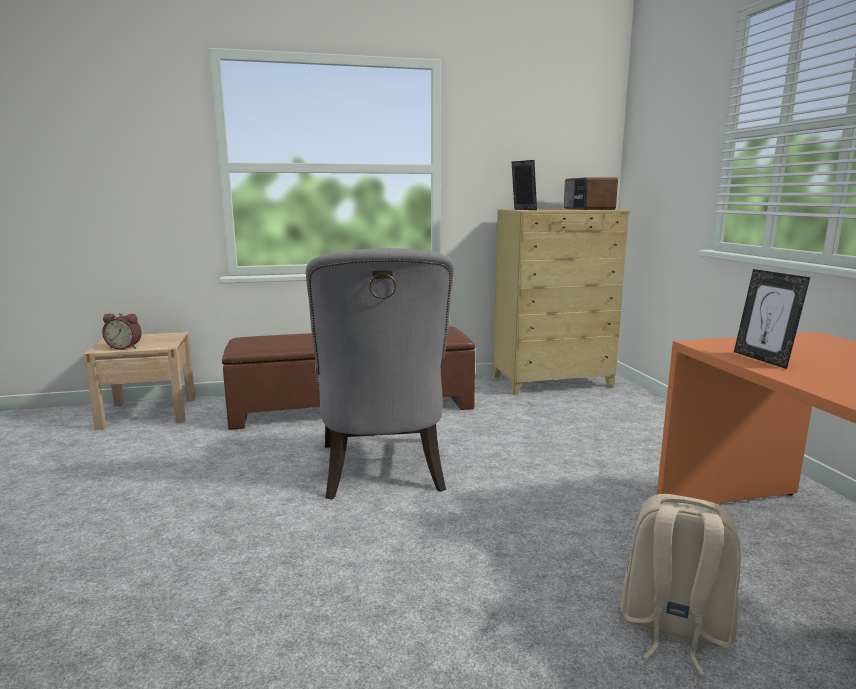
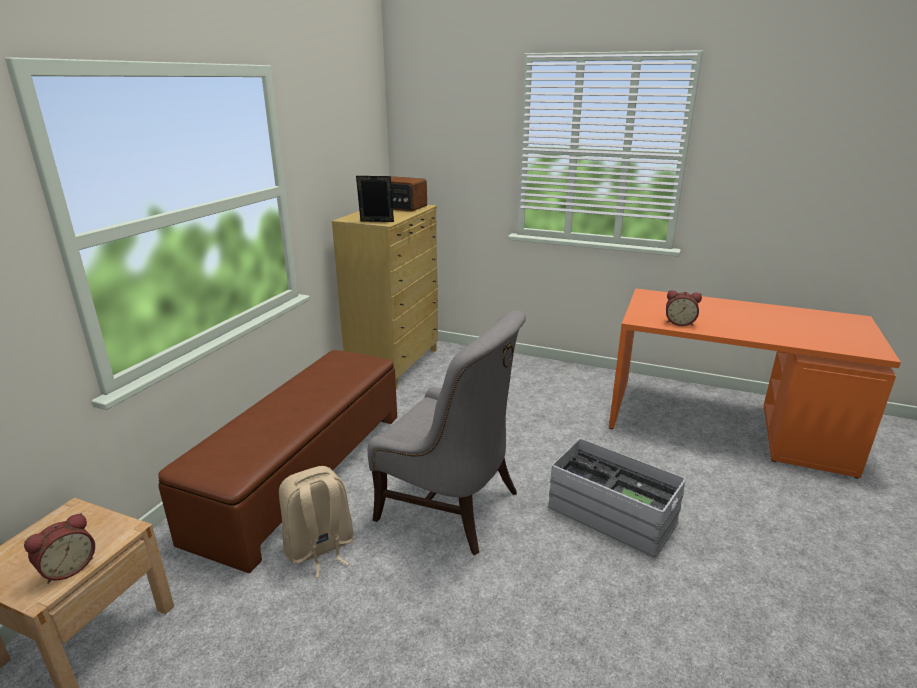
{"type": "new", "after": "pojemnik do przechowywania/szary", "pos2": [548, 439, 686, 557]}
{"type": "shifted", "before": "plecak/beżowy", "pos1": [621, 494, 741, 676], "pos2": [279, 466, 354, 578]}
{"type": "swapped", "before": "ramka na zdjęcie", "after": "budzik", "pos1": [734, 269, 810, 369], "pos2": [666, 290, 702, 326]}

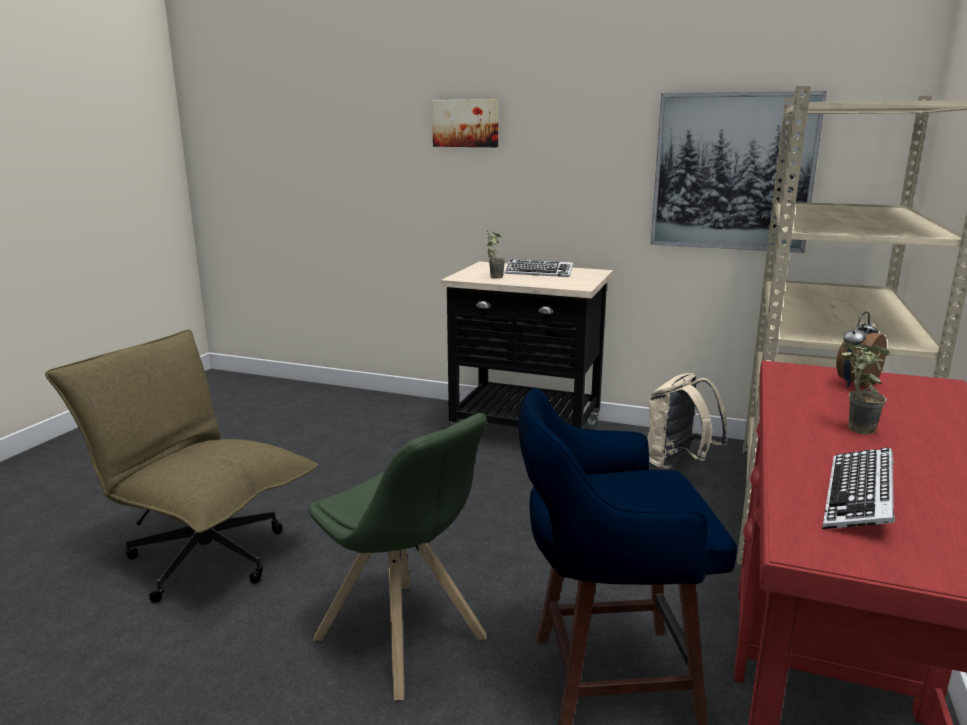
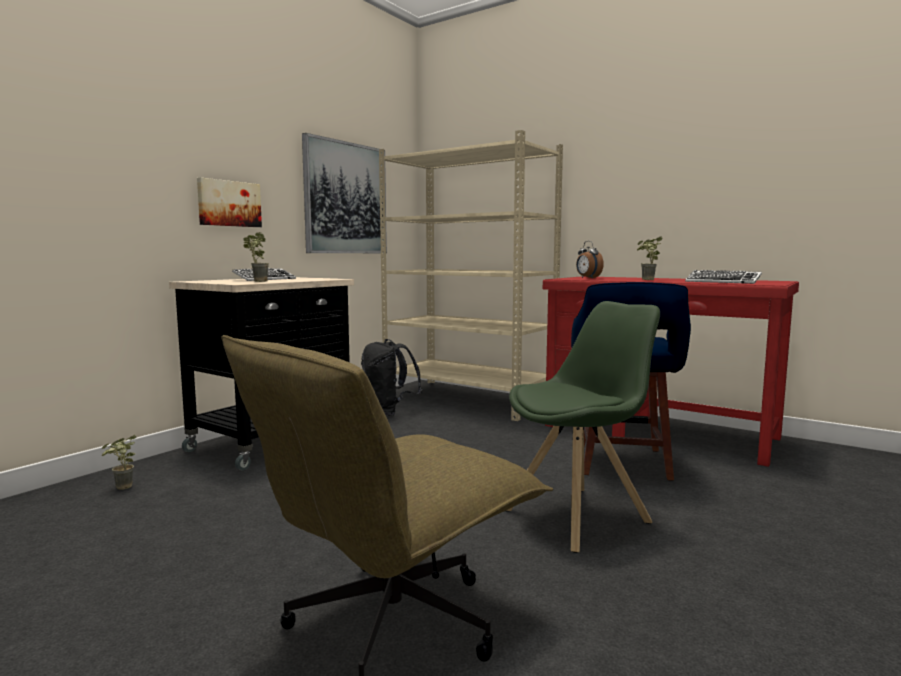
{"type": "new", "after": "roślina doniczkowa", "pos2": [101, 435, 136, 490]}
{"type": "shifted", "before": "obraz", "pos1": [432, 99, 499, 147], "pos2": [197, 177, 262, 227]}
{"type": "repainted", "before": "plecak/beżowy", "after": "plecak/czarny", "pos1": [648, 373, 728, 470], "pos2": [361, 339, 422, 416]}

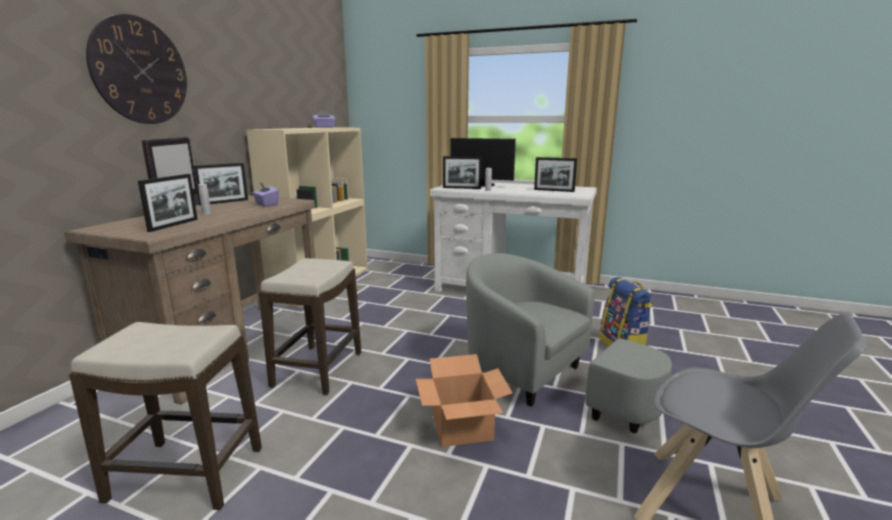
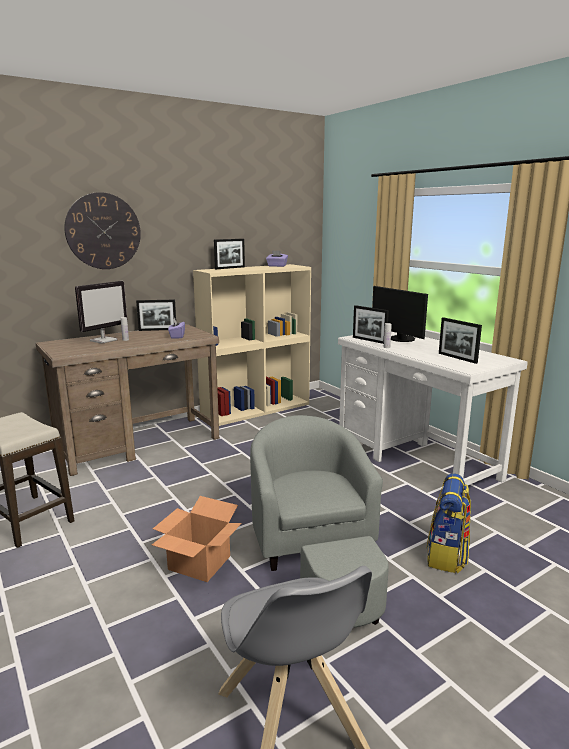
{"type": "gone", "before": "stołek", "pos1": [259, 258, 361, 395]}
{"type": "shifted", "before": "ramka na zdjęcie", "pos1": [138, 174, 198, 232], "pos2": [214, 239, 245, 269]}

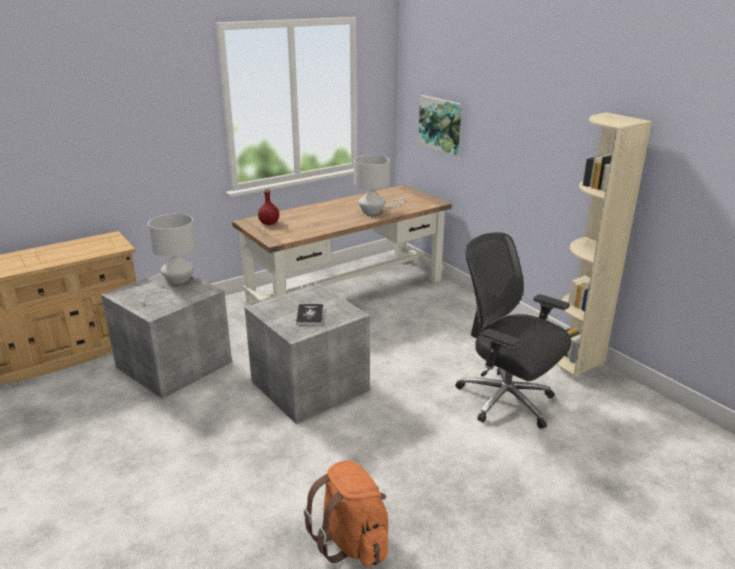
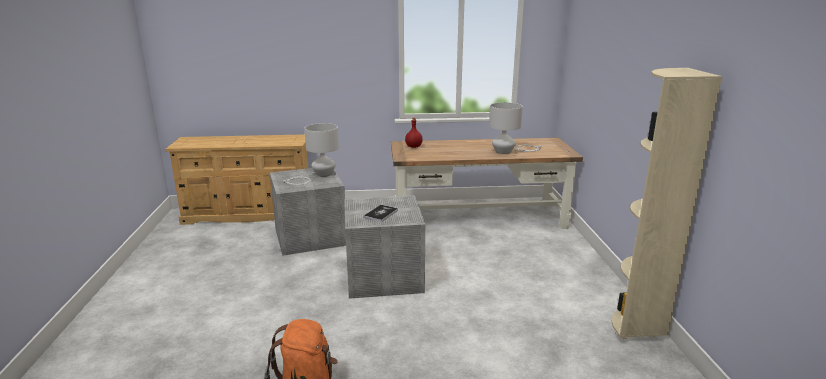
{"type": "gone", "before": "obraz", "pos1": [418, 95, 462, 156]}
{"type": "gone", "before": "krzesło biurowe", "pos1": [455, 232, 571, 429]}

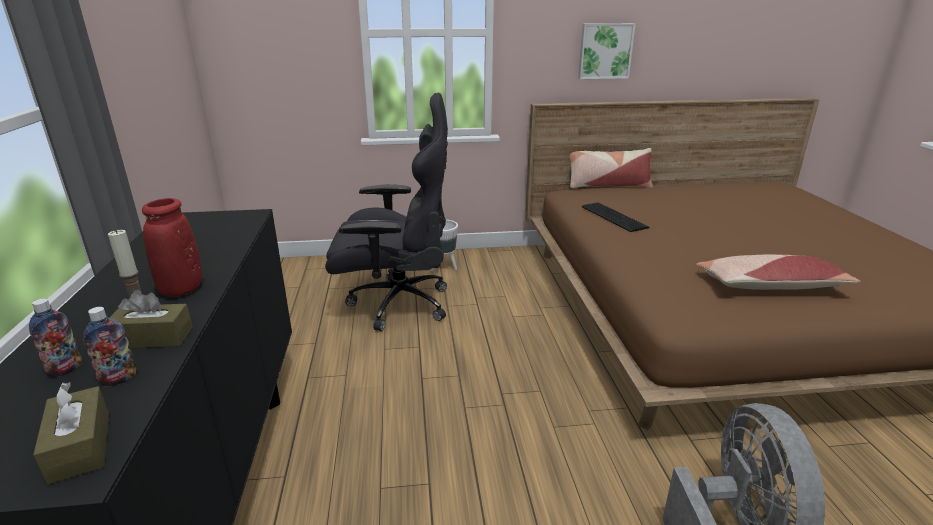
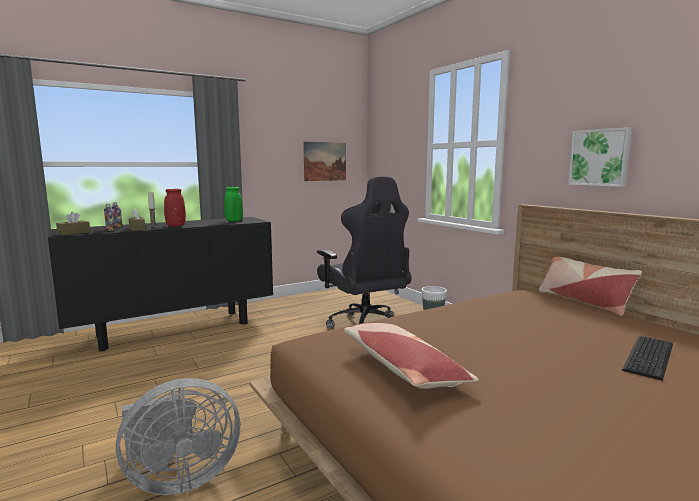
{"type": "new", "after": "wazon/zielony", "pos2": [224, 187, 243, 222]}
{"type": "new", "after": "obraz", "pos2": [303, 141, 346, 181]}
{"type": "shifted", "before": "klawiatura", "pos1": [582, 202, 650, 232], "pos2": [622, 336, 673, 381]}

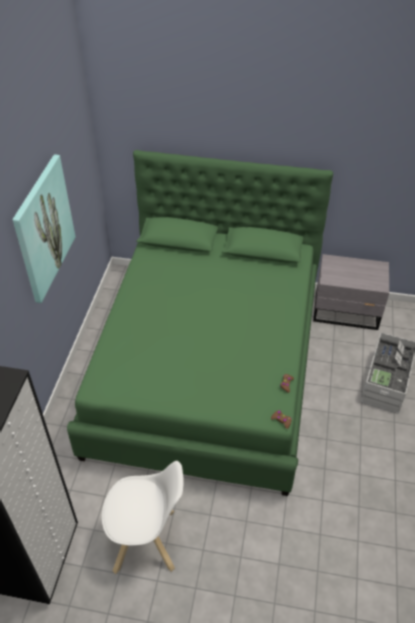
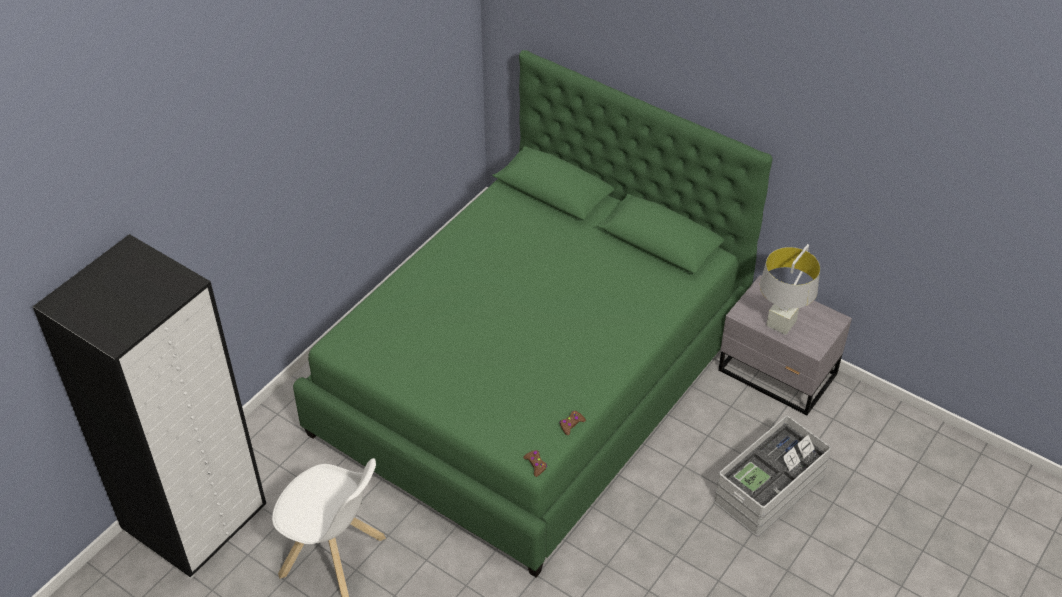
{"type": "gone", "before": "obraz", "pos1": [12, 154, 76, 303]}
{"type": "new", "after": "lampa stołowa/szary", "pos2": [760, 244, 820, 335]}

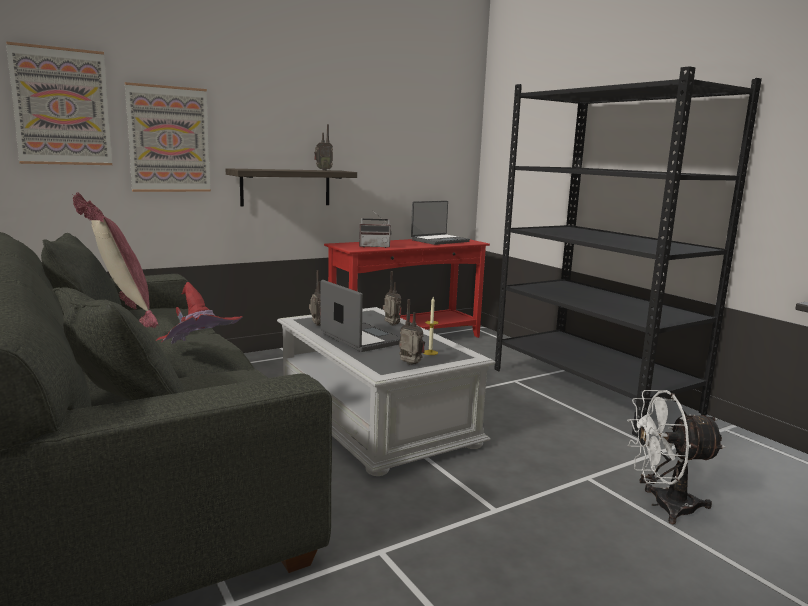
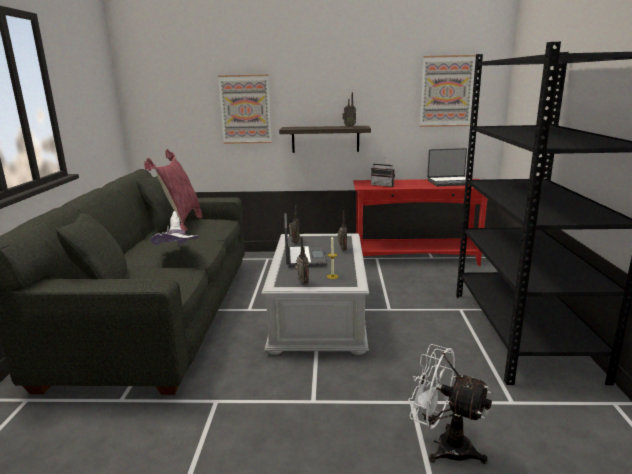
{"type": "shifted", "before": "obraz", "pos1": [6, 41, 112, 165], "pos2": [420, 55, 476, 127]}
{"type": "repainted", "before": "kapelusz/czerwony", "after": "kapelusz/biały", "pos1": [156, 282, 243, 344], "pos2": [150, 211, 198, 245]}

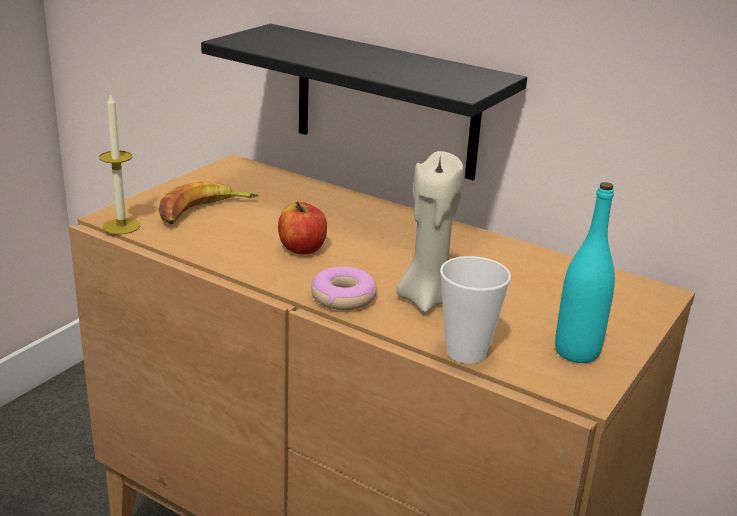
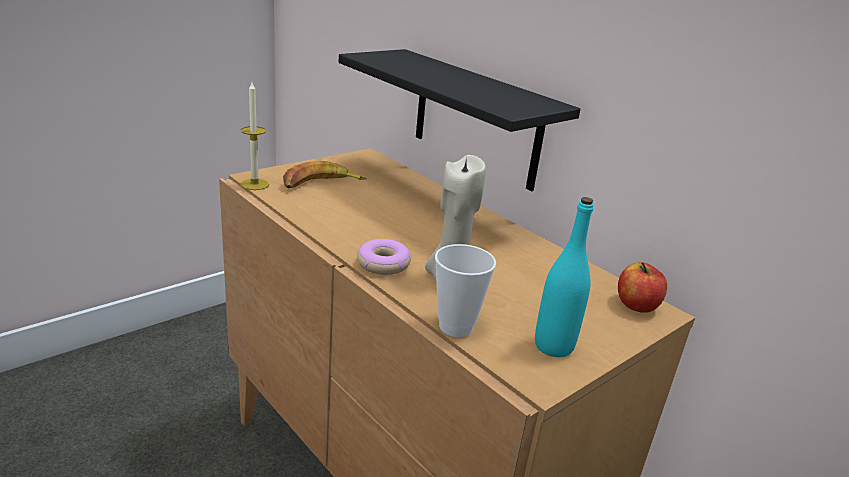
{"type": "shifted", "before": "jabłko", "pos1": [278, 201, 327, 254], "pos2": [618, 262, 667, 313]}

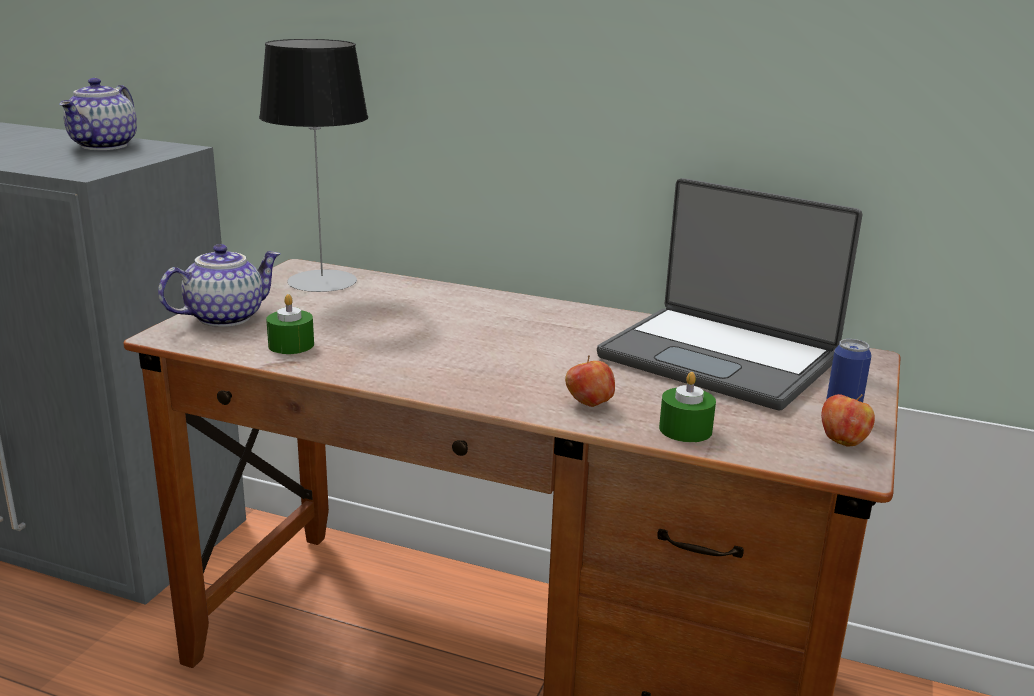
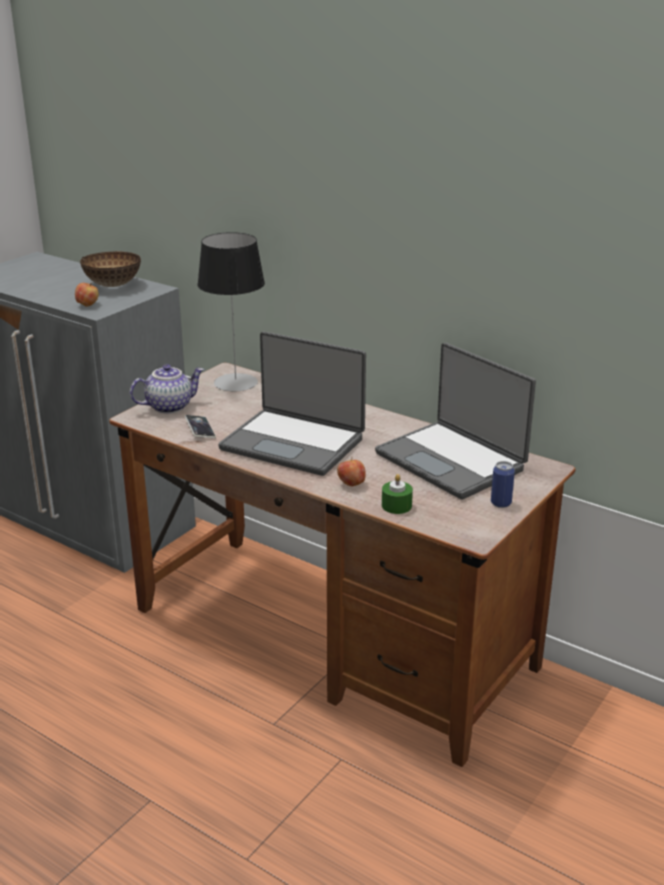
{"type": "new", "after": "laptop", "pos2": [218, 331, 366, 476]}
{"type": "shifted", "before": "jabłko", "pos1": [821, 394, 875, 446], "pos2": [75, 283, 99, 307]}
{"type": "swapped", "before": "imbryk", "after": "miska", "pos1": [59, 78, 137, 150], "pos2": [80, 251, 141, 287]}
{"type": "swapped", "before": "świeca/zielony", "after": "telefon", "pos1": [266, 294, 314, 354], "pos2": [185, 415, 216, 438]}

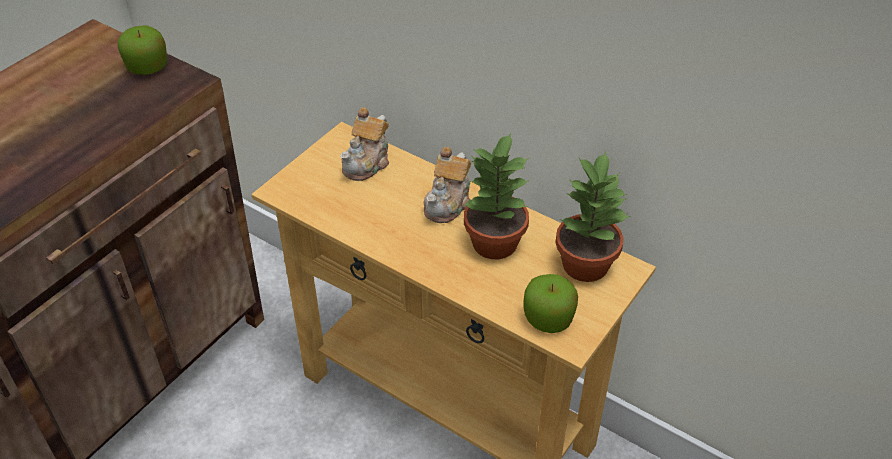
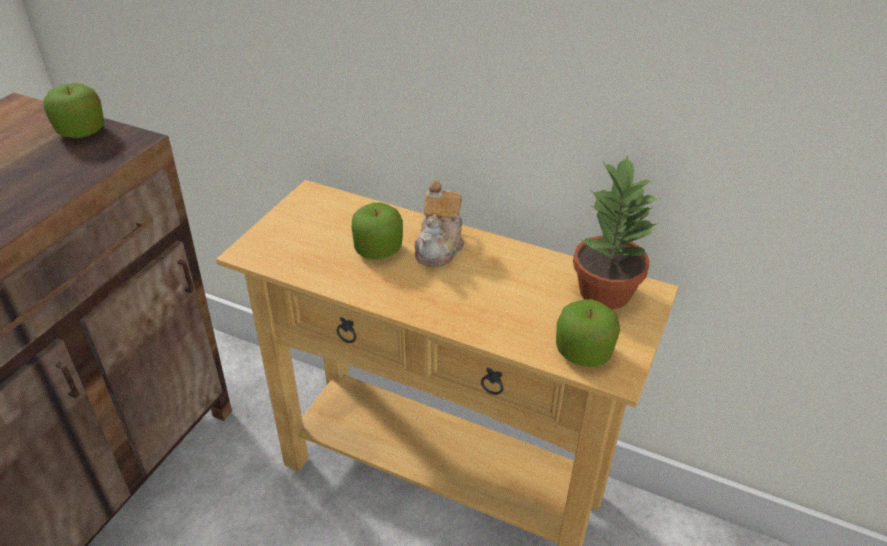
{"type": "gone", "before": "imbryk", "pos1": [340, 107, 389, 181]}
{"type": "gone", "before": "roślina doniczkowa", "pos1": [462, 133, 529, 259]}
{"type": "new", "after": "jabłko", "pos2": [352, 203, 403, 260]}

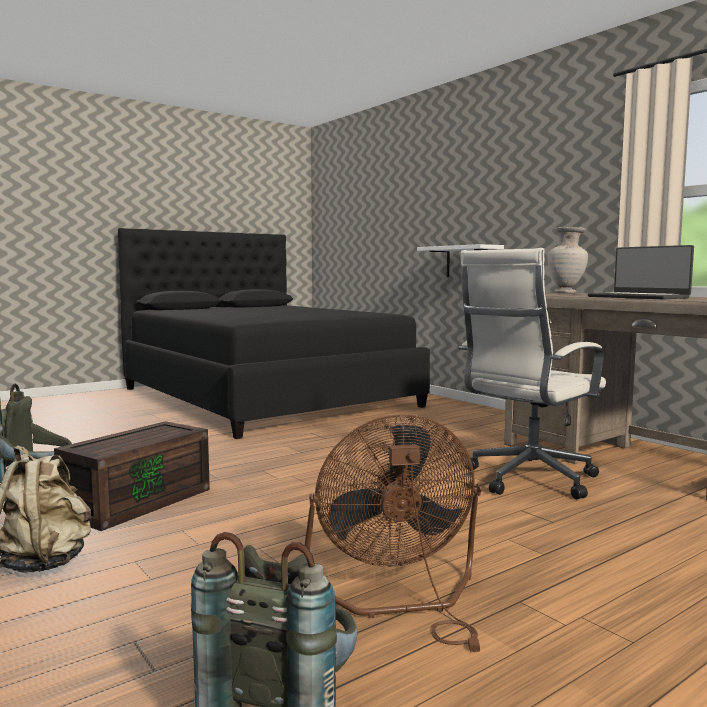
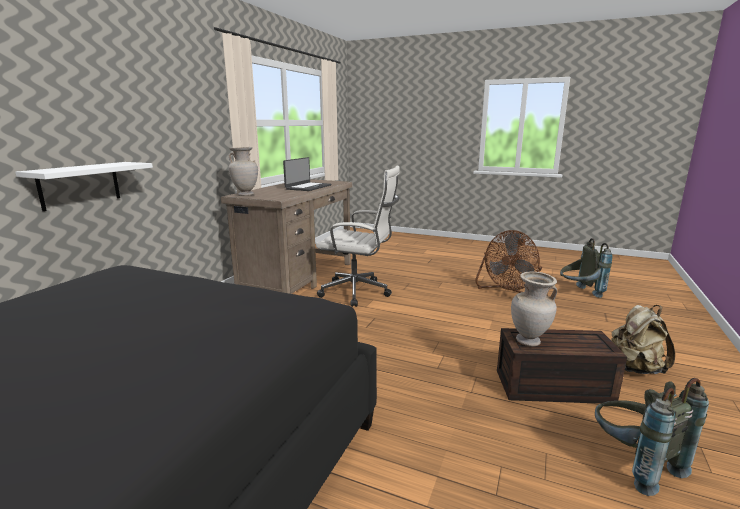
{"type": "new", "after": "wazon/beżowy", "pos2": [511, 271, 557, 346]}

